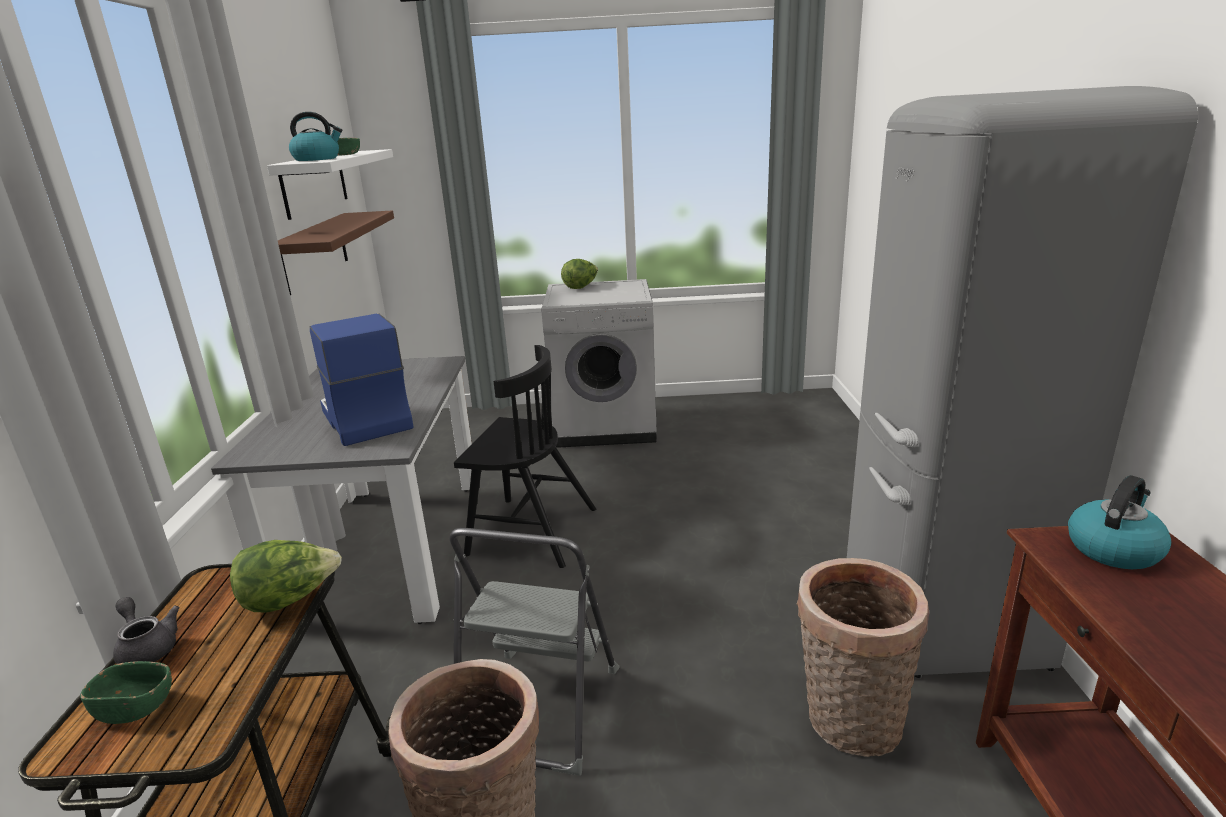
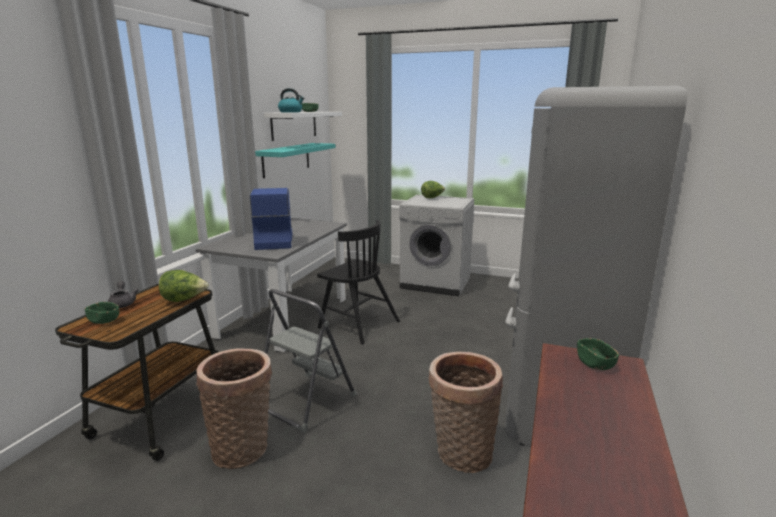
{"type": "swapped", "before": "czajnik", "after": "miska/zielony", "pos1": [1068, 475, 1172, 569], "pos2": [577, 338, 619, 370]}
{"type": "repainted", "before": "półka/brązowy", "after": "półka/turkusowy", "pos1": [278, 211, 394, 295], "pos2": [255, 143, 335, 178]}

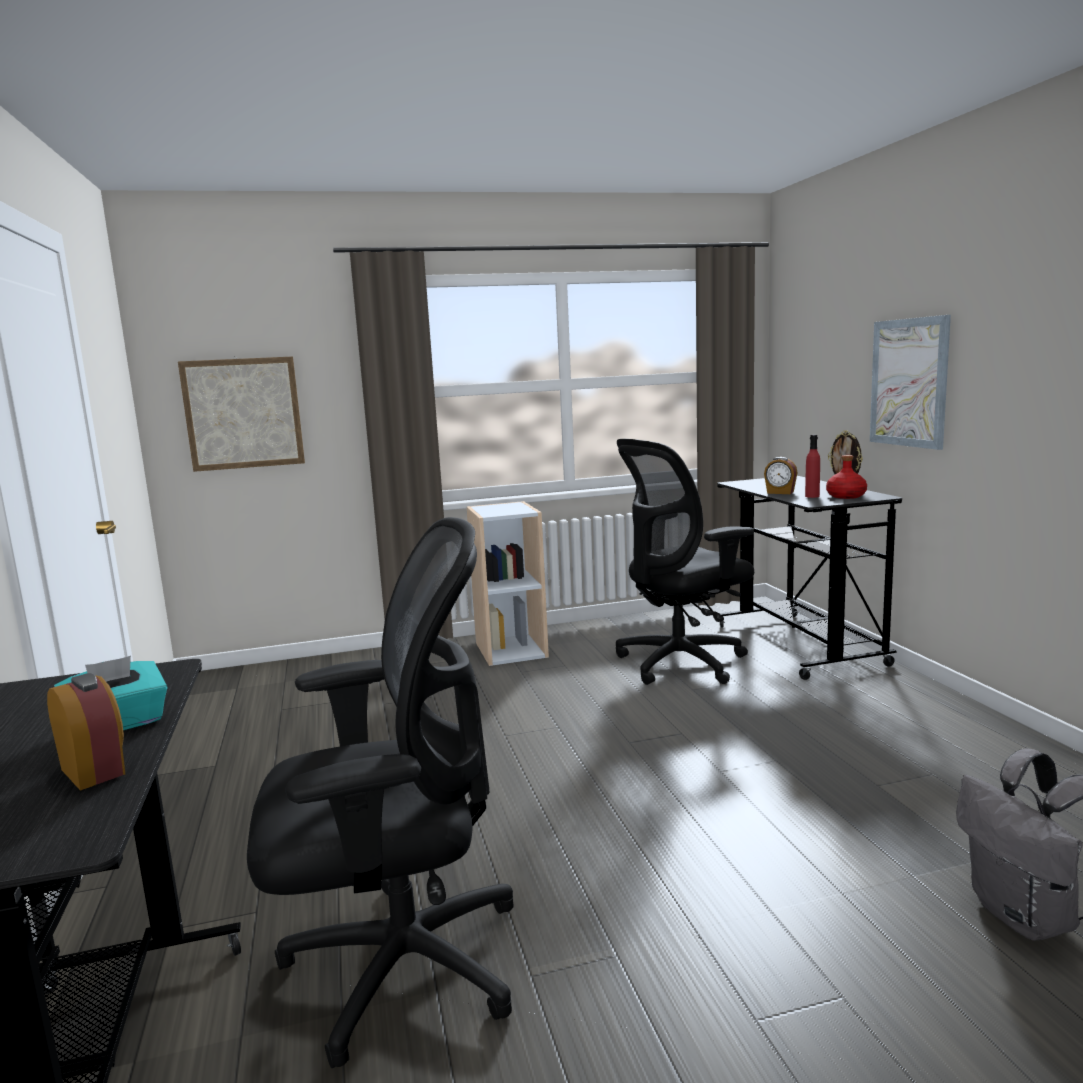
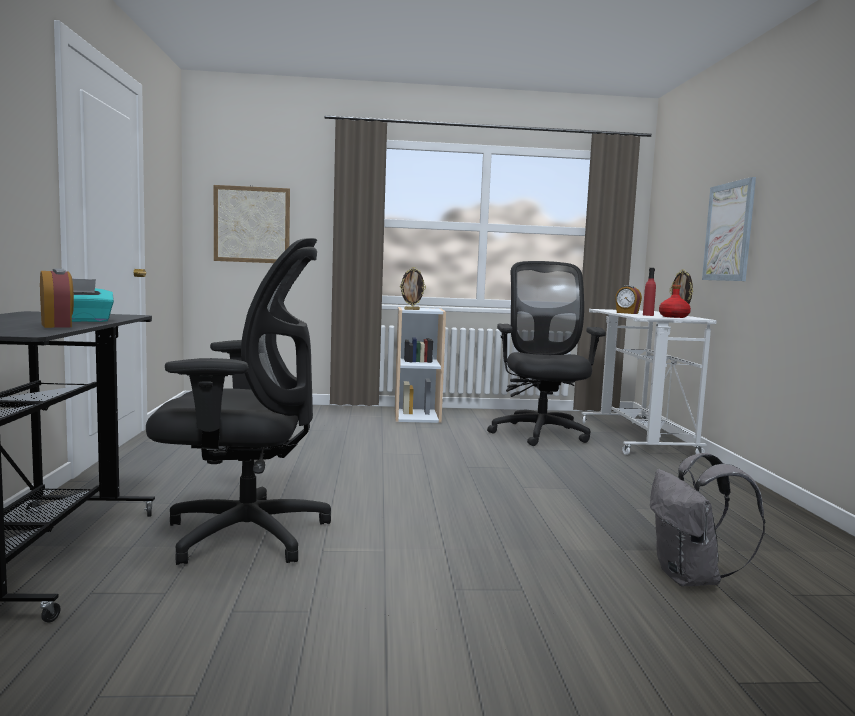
{"type": "new", "after": "ramka na zdjęcie", "pos2": [400, 267, 426, 310]}
{"type": "repainted", "before": "biurko/czarny", "after": "biurko/biały", "pos1": [717, 476, 902, 680], "pos2": [582, 309, 717, 455]}
{"type": "rotated", "before": "krzesło biurowe/czarny", "pos1": [616, 439, 754, 685], "pos2": [487, 261, 606, 446], "turn": 105}

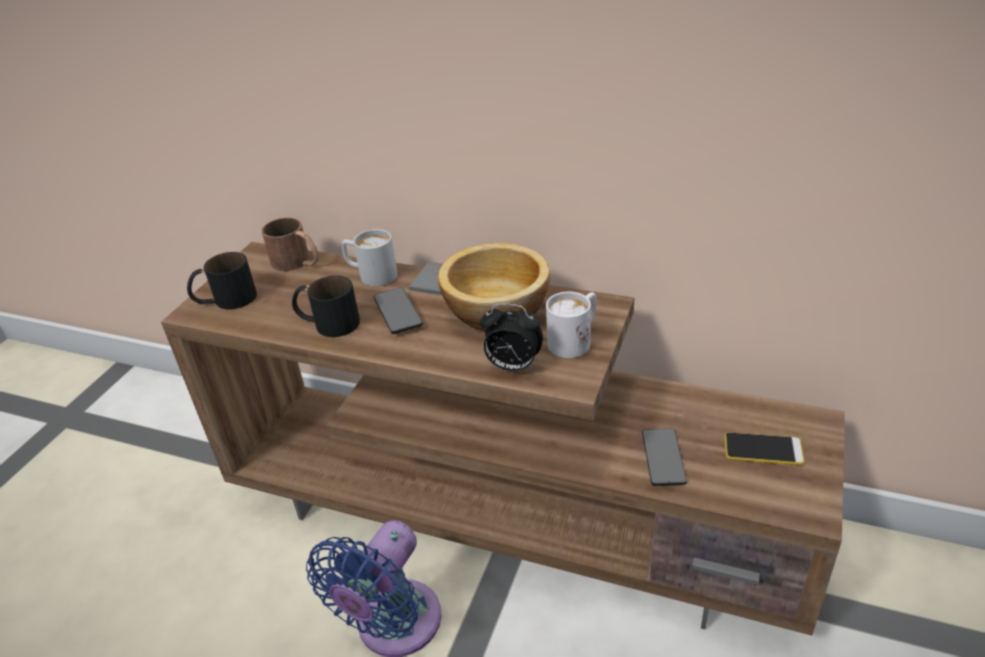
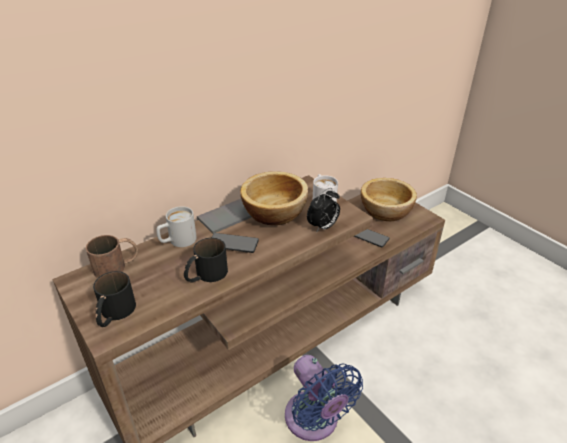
{"type": "swapped", "before": "telefon", "after": "miska", "pos1": [724, 432, 805, 466], "pos2": [361, 178, 417, 222]}

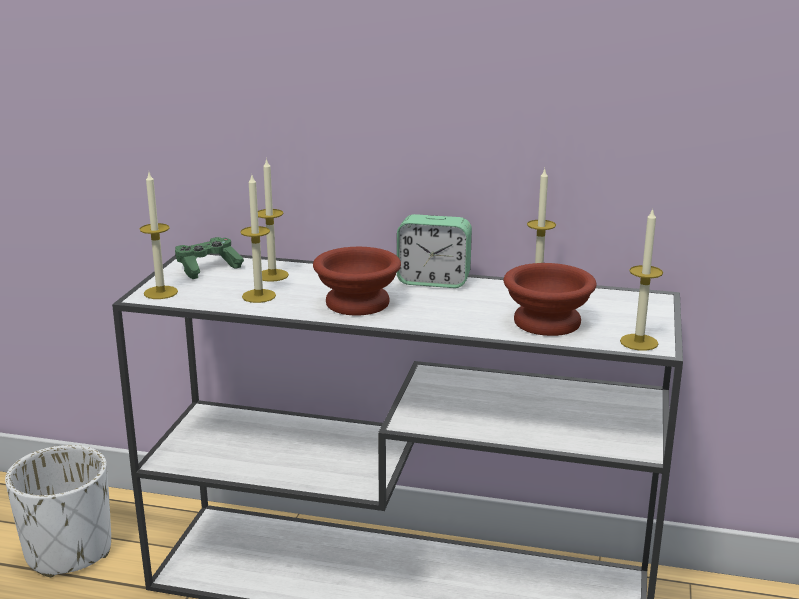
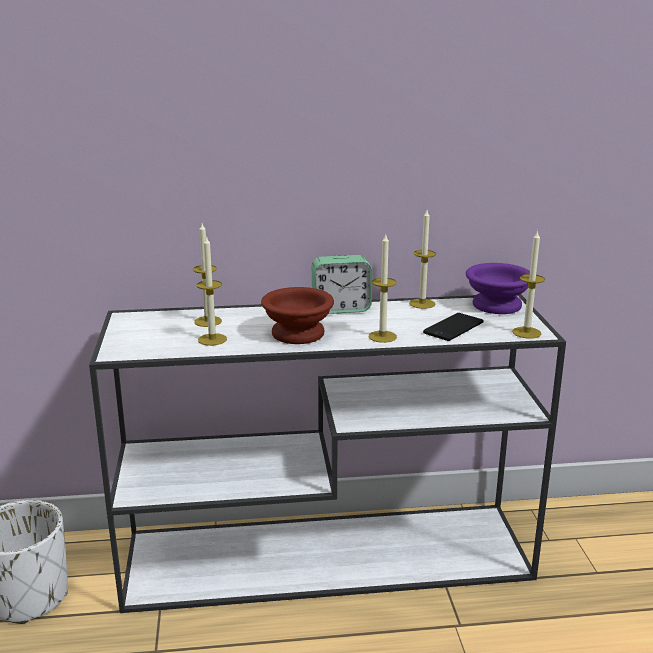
{"type": "gone", "before": "pad do gier/zielony", "pos1": [175, 237, 244, 279]}
{"type": "new", "after": "miska/fioletowy", "pos2": [466, 263, 530, 314]}
{"type": "shifted", "before": "świeca", "pos1": [140, 172, 178, 299], "pos2": [369, 233, 397, 343]}
{"type": "swapped", "before": "miska/brązowy", "after": "telefon", "pos1": [503, 263, 597, 336], "pos2": [423, 313, 483, 341]}

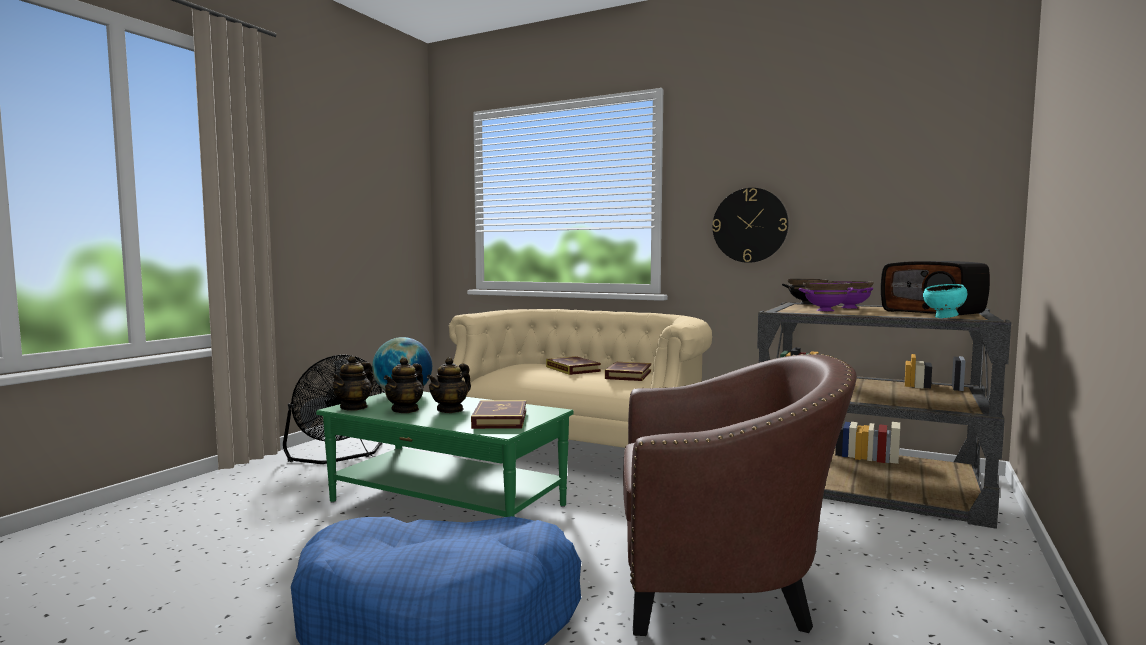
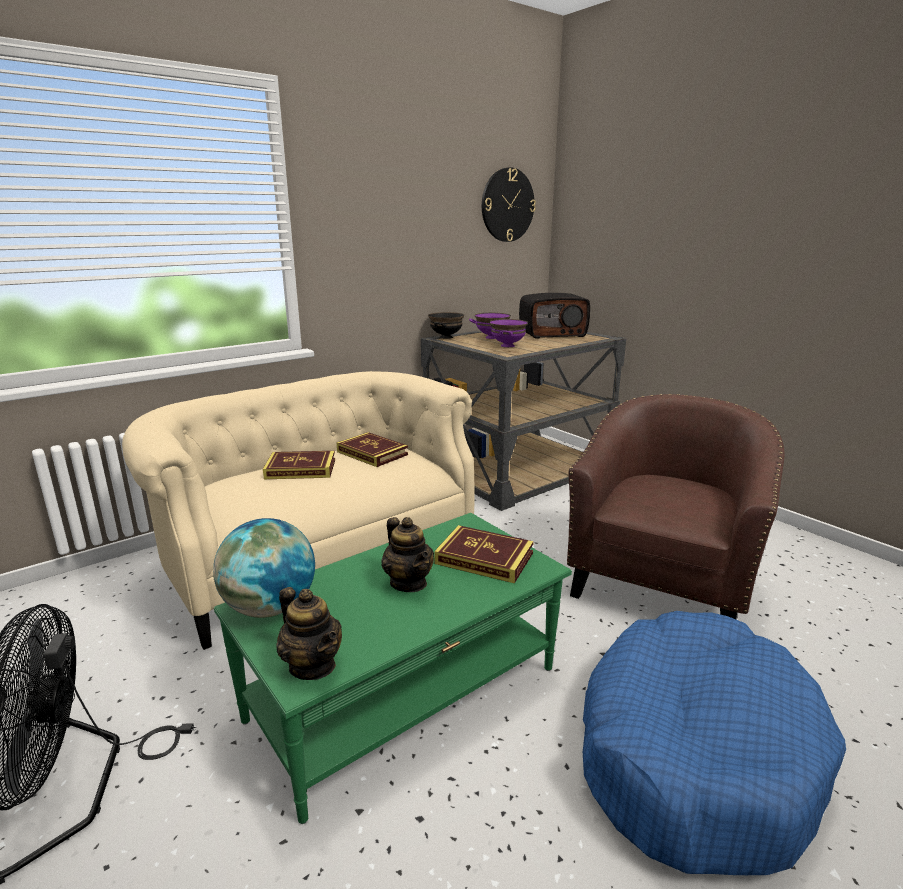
{"type": "gone", "before": "imbryk", "pos1": [384, 357, 424, 413]}
{"type": "gone", "before": "miska/turkusowy", "pos1": [923, 284, 967, 318]}
{"type": "shifted", "before": "zegar ścienny", "pos1": [713, 188, 789, 263], "pos2": [482, 167, 536, 242]}

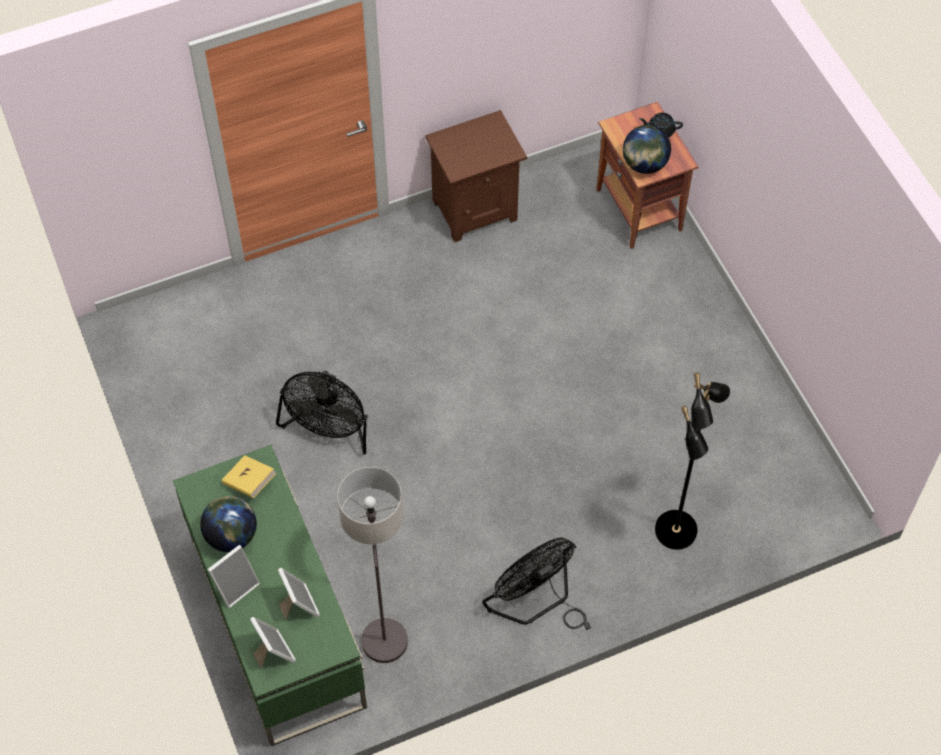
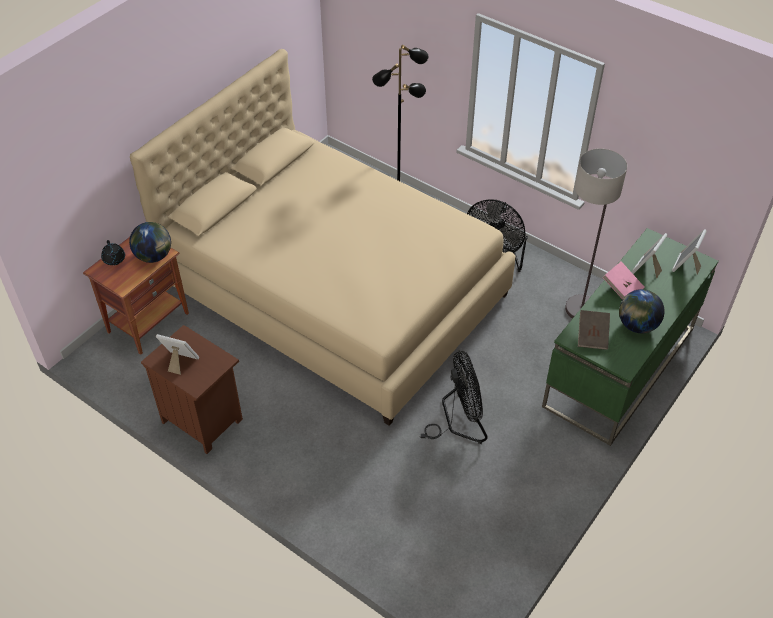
{"type": "new", "after": "łóżko/beżowy", "pos2": [130, 49, 516, 426]}
{"type": "new", "after": "książka/różowy", "pos2": [602, 261, 645, 300]}
{"type": "shifted", "before": "ramka na zdjęcie", "pos1": [208, 545, 260, 608], "pos2": [156, 334, 199, 375]}
{"type": "repainted", "before": "książka/żółty", "after": "książka/brązowy", "pos1": [222, 455, 277, 498], "pos2": [578, 310, 610, 350]}

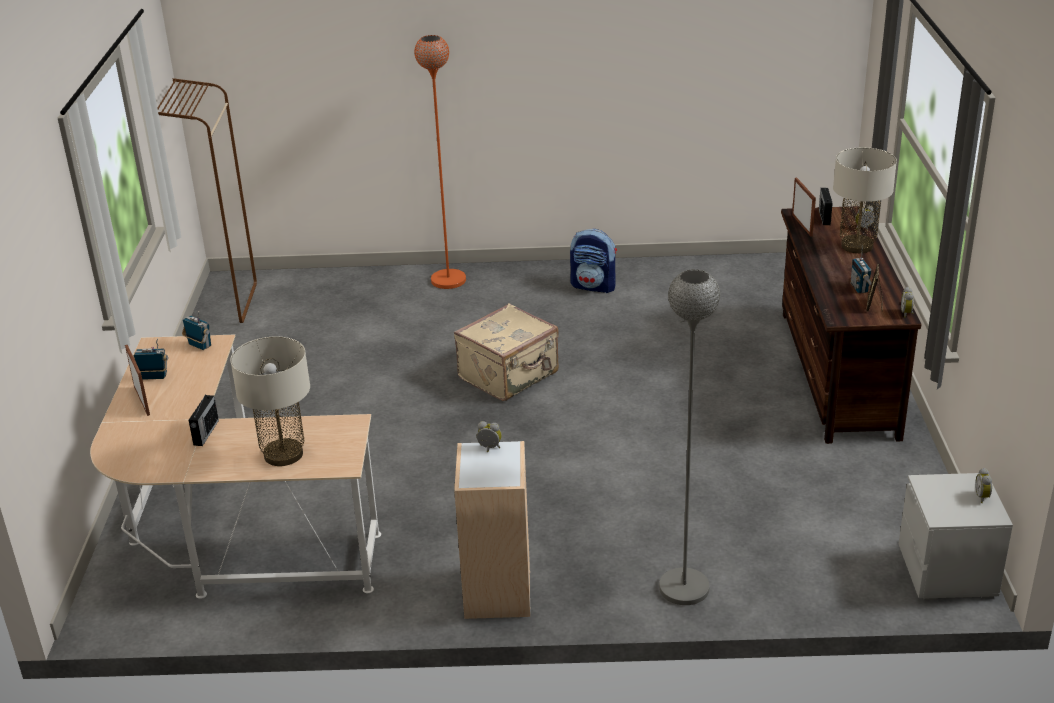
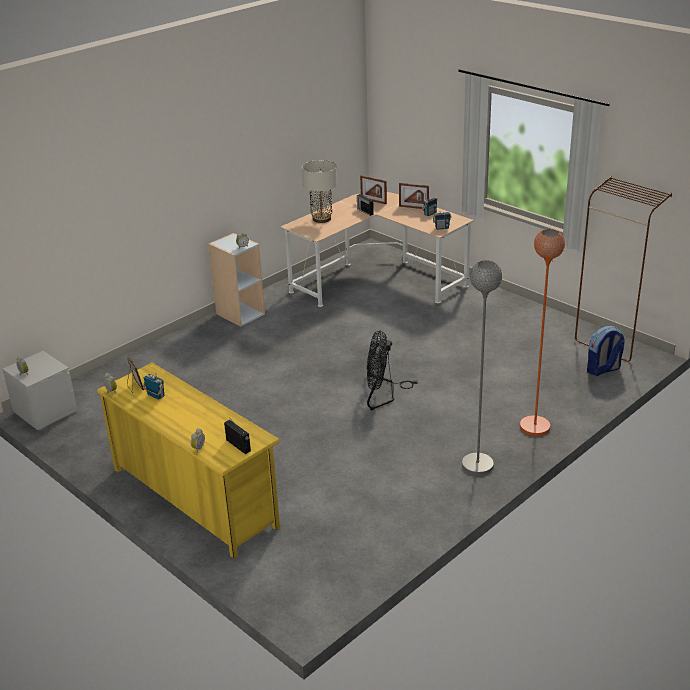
{"type": "gone", "before": "lampa stołowa", "pos1": [833, 147, 897, 253]}
{"type": "shifted", "before": "plecak", "pos1": [570, 229, 617, 293], "pos2": [587, 326, 625, 376]}
{"type": "shifted", "before": "lampa stojąca/szary", "pos1": [659, 269, 720, 605], "pos2": [462, 260, 502, 475]}
{"type": "shifted", "before": "ramka na zdjęcie", "pos1": [792, 177, 816, 237], "pos2": [360, 175, 387, 204]}
{"type": "swapped", "before": "walizka/beżowy", "after": "wentylator/czarny", "pos1": [454, 303, 559, 401], "pos2": [367, 331, 419, 411]}
{"type": "repainted", "before": "komoda/brązowy", "after": "komoda/żółty", "pos1": [781, 206, 922, 444], "pos2": [97, 363, 280, 558]}

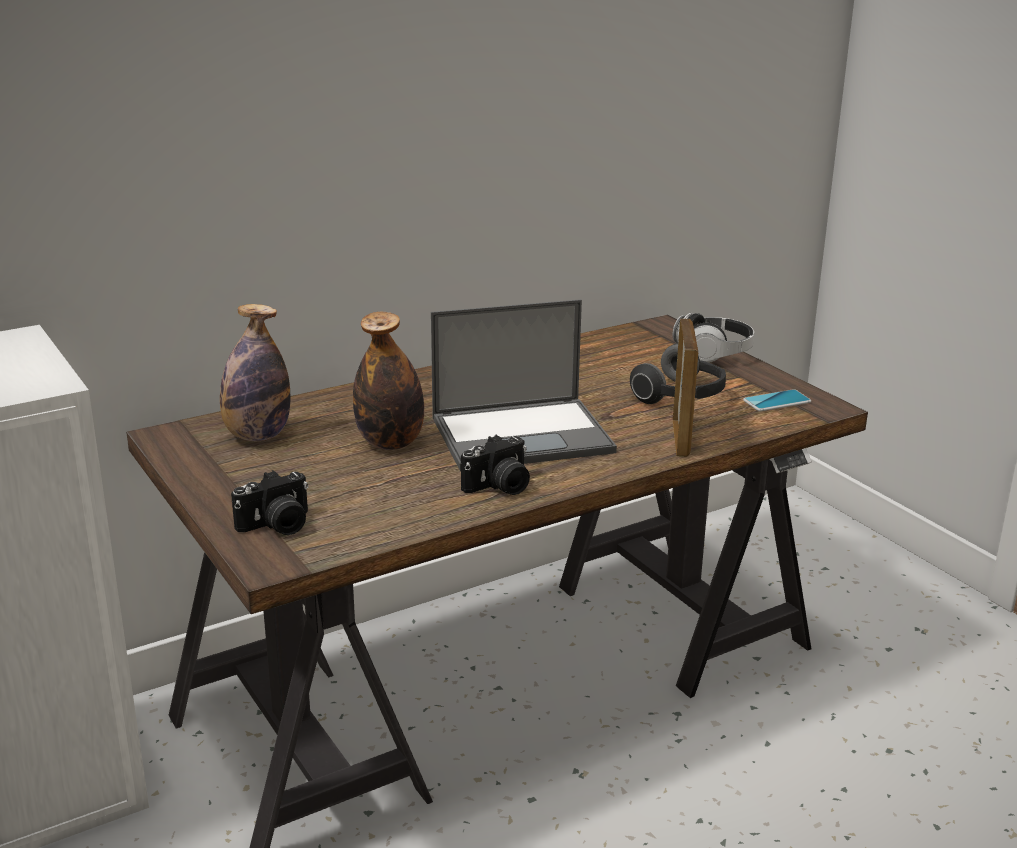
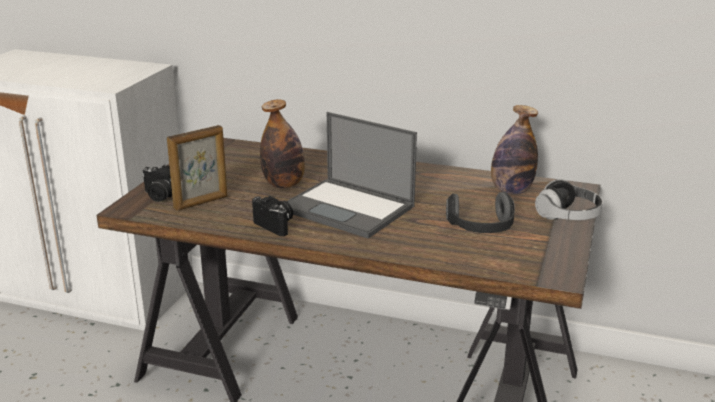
{"type": "gone", "before": "telefon", "pos1": [743, 389, 811, 411]}
{"type": "shifted", "before": "butelka", "pos1": [220, 304, 290, 441], "pos2": [491, 105, 538, 194]}
{"type": "shifted", "before": "ramka na zdjęcie", "pos1": [672, 319, 698, 457], "pos2": [167, 125, 228, 211]}
{"type": "rotated", "before": "aparat fotograficzny", "pos1": [461, 435, 530, 495], "pos2": [252, 196, 293, 236], "turn": -150}

